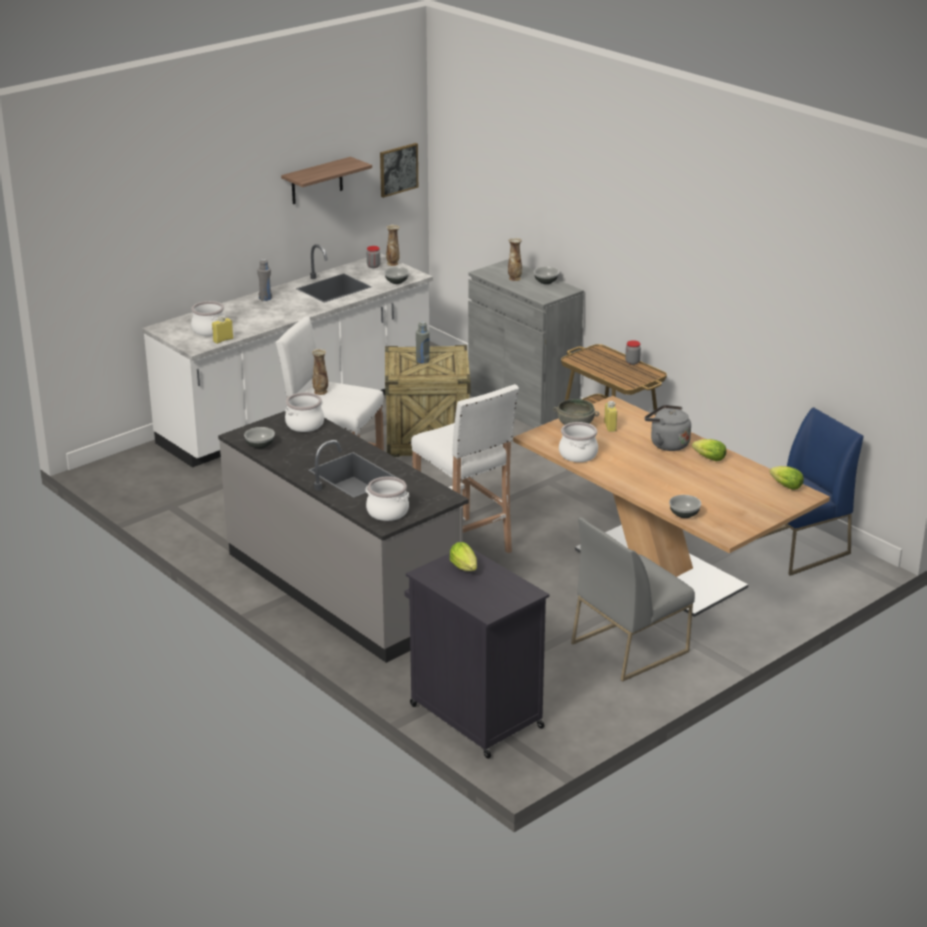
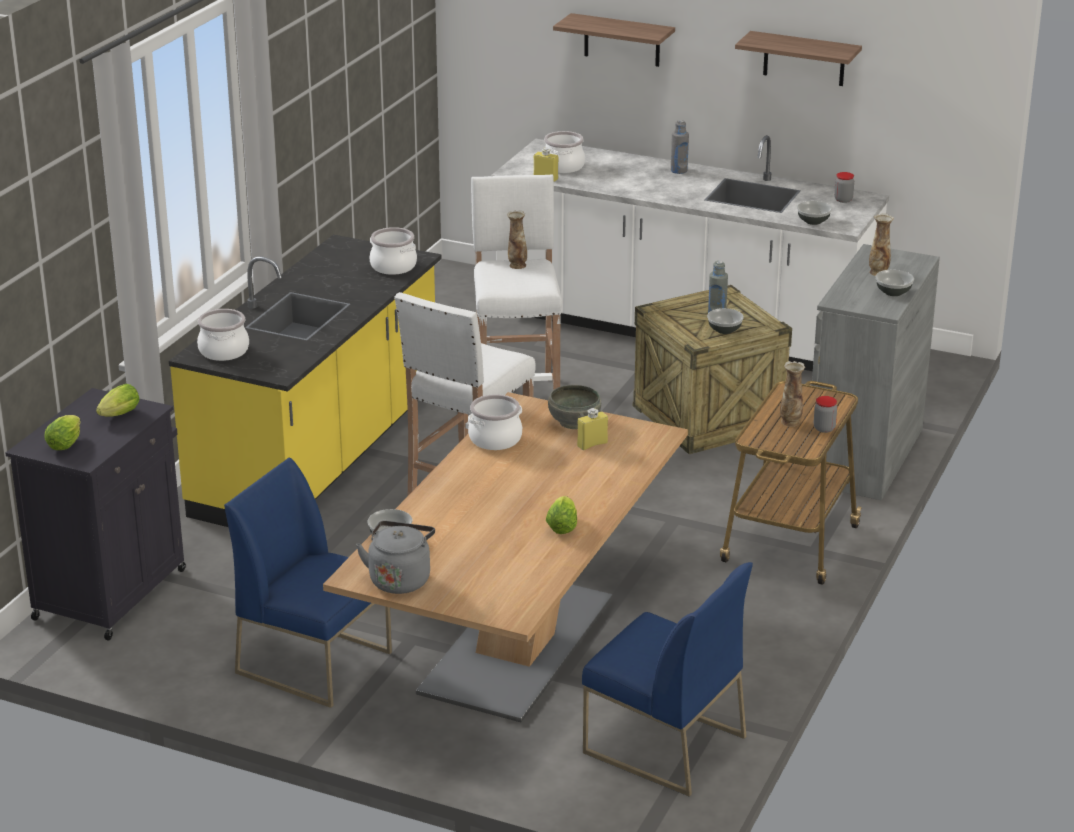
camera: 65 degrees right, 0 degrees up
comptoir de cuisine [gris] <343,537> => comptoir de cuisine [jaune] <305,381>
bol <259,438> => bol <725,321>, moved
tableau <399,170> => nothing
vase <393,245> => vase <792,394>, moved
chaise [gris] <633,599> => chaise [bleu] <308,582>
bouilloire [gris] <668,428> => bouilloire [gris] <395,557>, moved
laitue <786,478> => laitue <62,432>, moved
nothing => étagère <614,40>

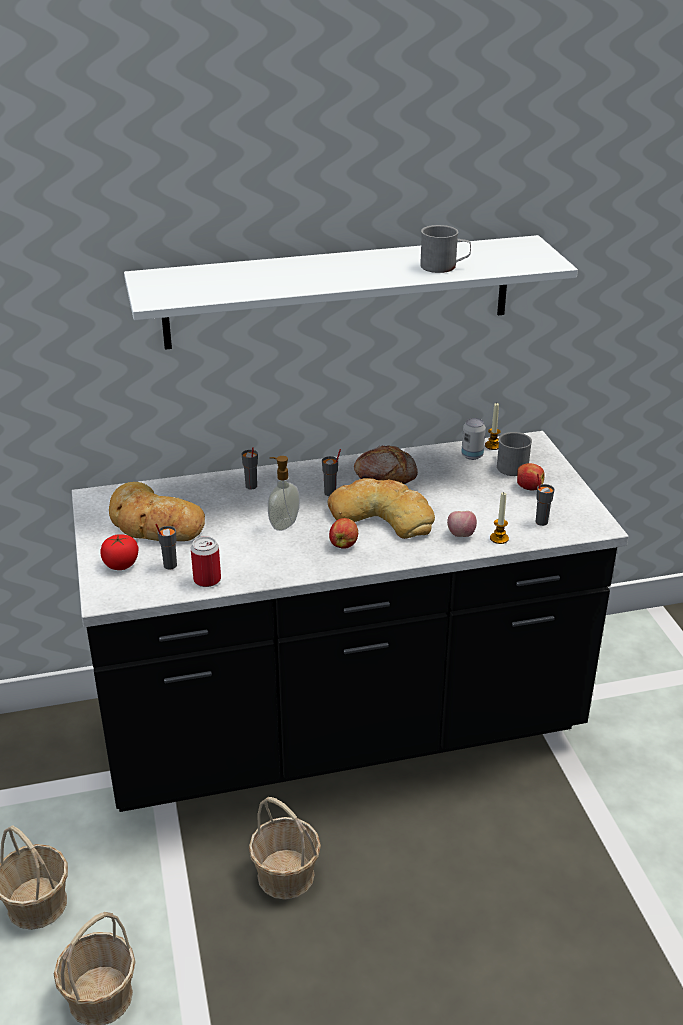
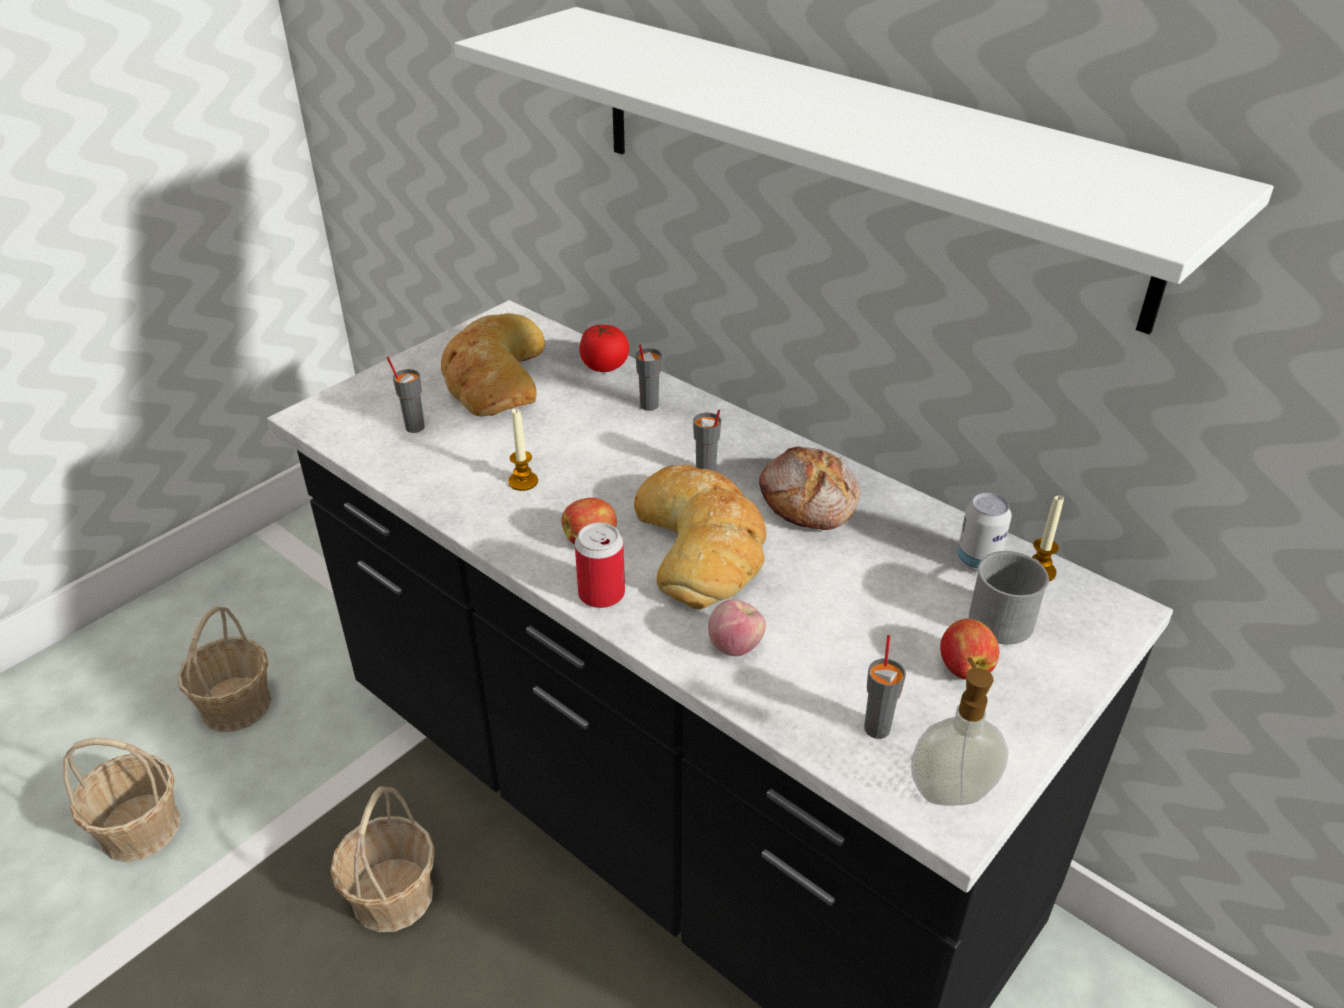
camera: 55 degrees right, 5 degrees up
tomate <119,552> => tomate <604,348>, moved
boîte métallique <206,561> => boîte métallique <600,565>, moved
distributeur de savon <284,493> => distributeur de savon <959,731>, moved
mug [gris] <445,249> => nothing
bougie <499,518> => bougie <523,450>, moved

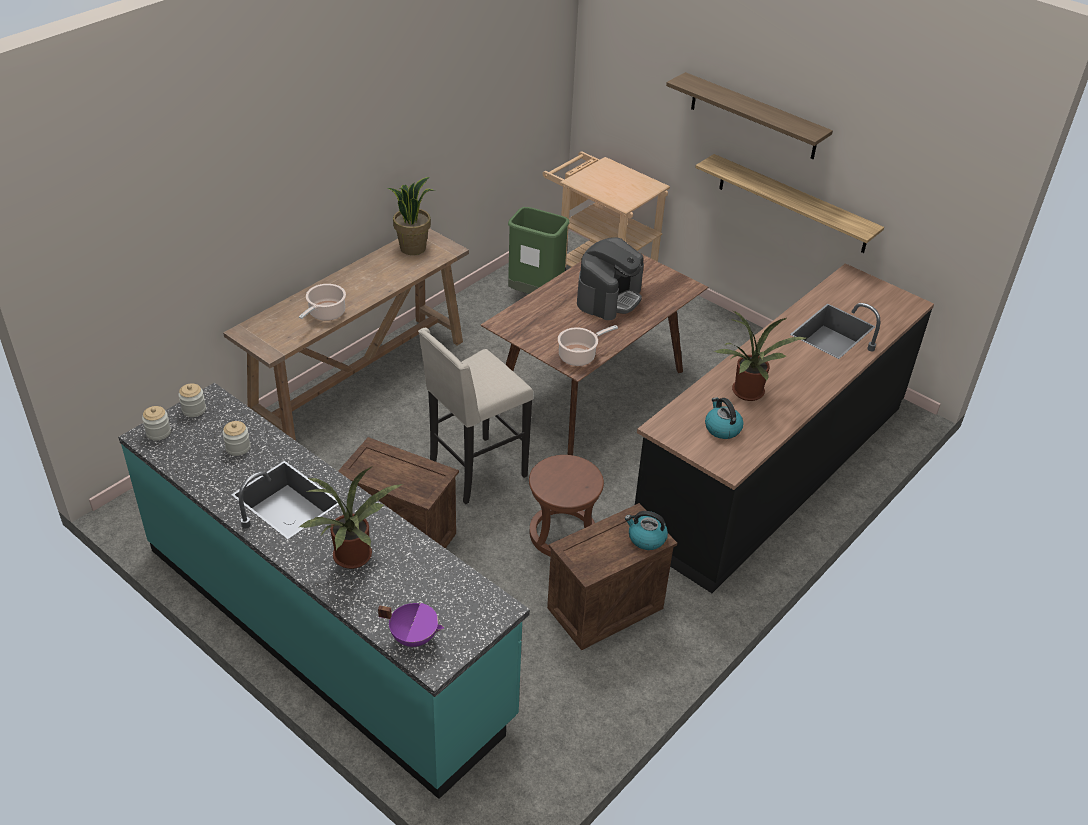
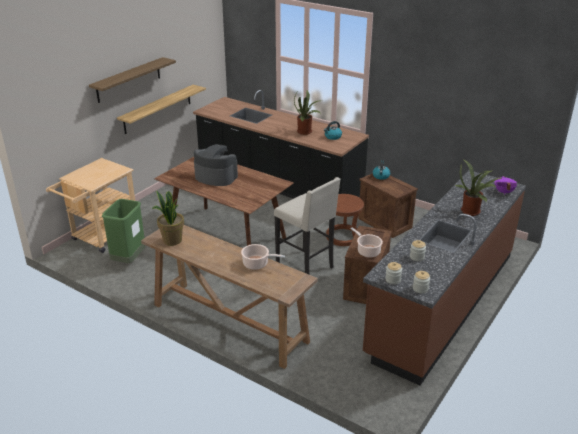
camera: 95 degrees left, 10 degrees down
comptoir de cuisine [turquoise] <324,590> => comptoir de cuisine [marron] <444,277>
marmite <588,345> => marmite <367,242>, moved

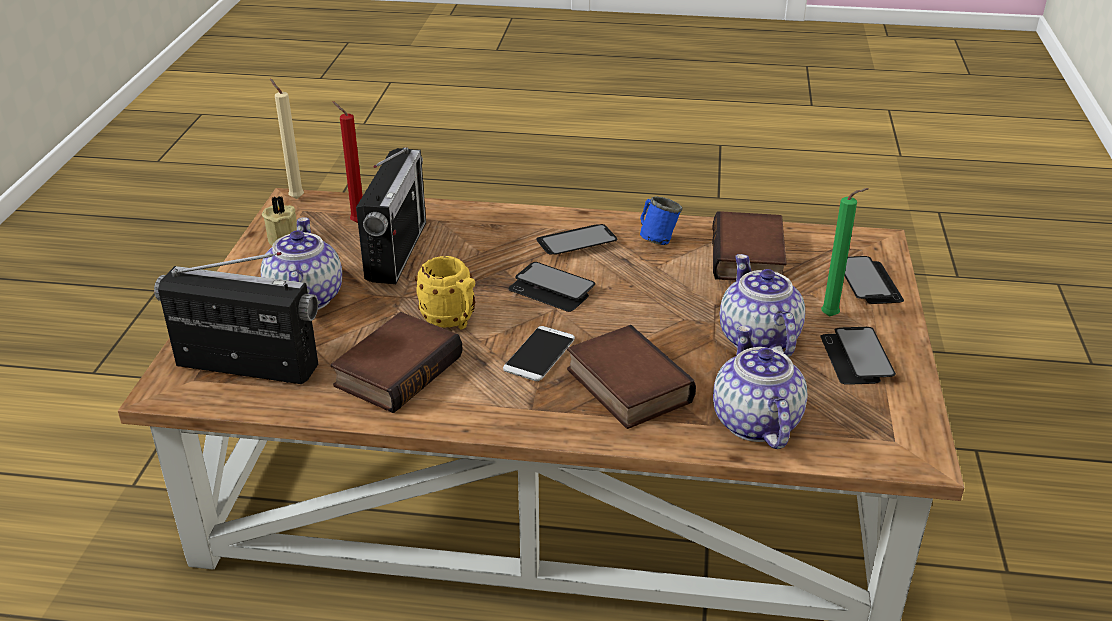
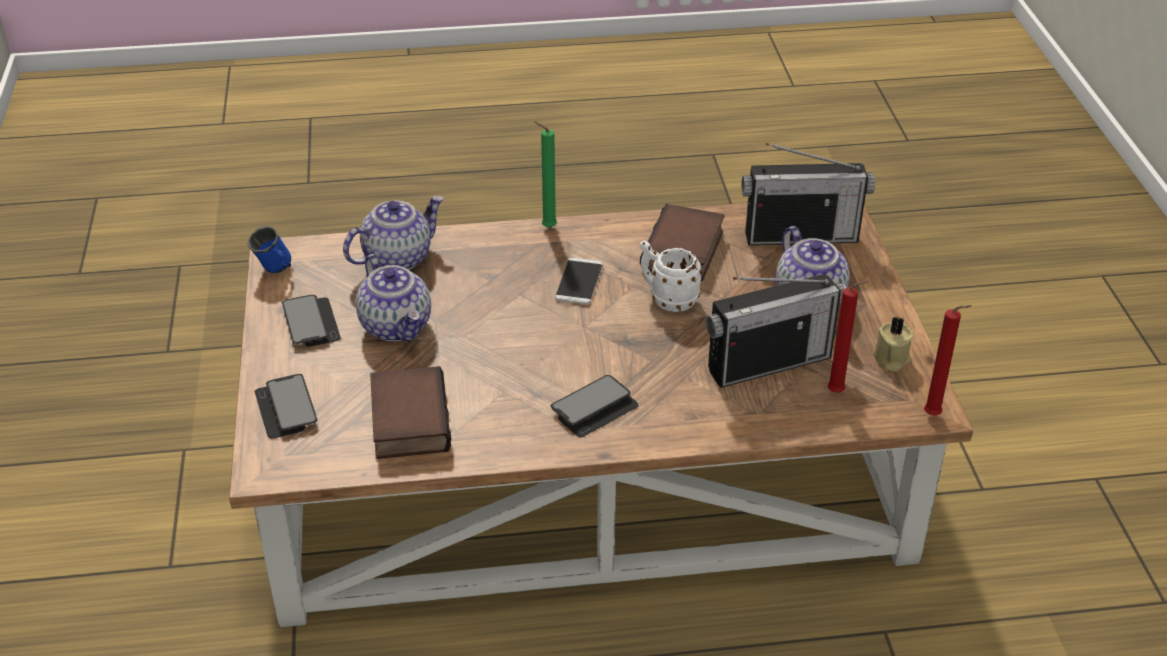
camera: 165 degrees right, 5 degrees up
bougie [beige] <287,139> => bougie [rouge] <948,360>
radio <391,215> => radio <775,331>, 105 degrees counterclockwise
mug [jaune] <445,292> => mug [blanc] <671,276>
téléphone <551,287> => nothing
livre <631,377> => nothing
mug [bleu] <661,220> => mug [bleu] <269,249>, moved
théière <760,387> => théière <393,233>, 105 degrees counterclockwise
bougie [vert] <845,252> => bougie [vert] <545,174>, moved

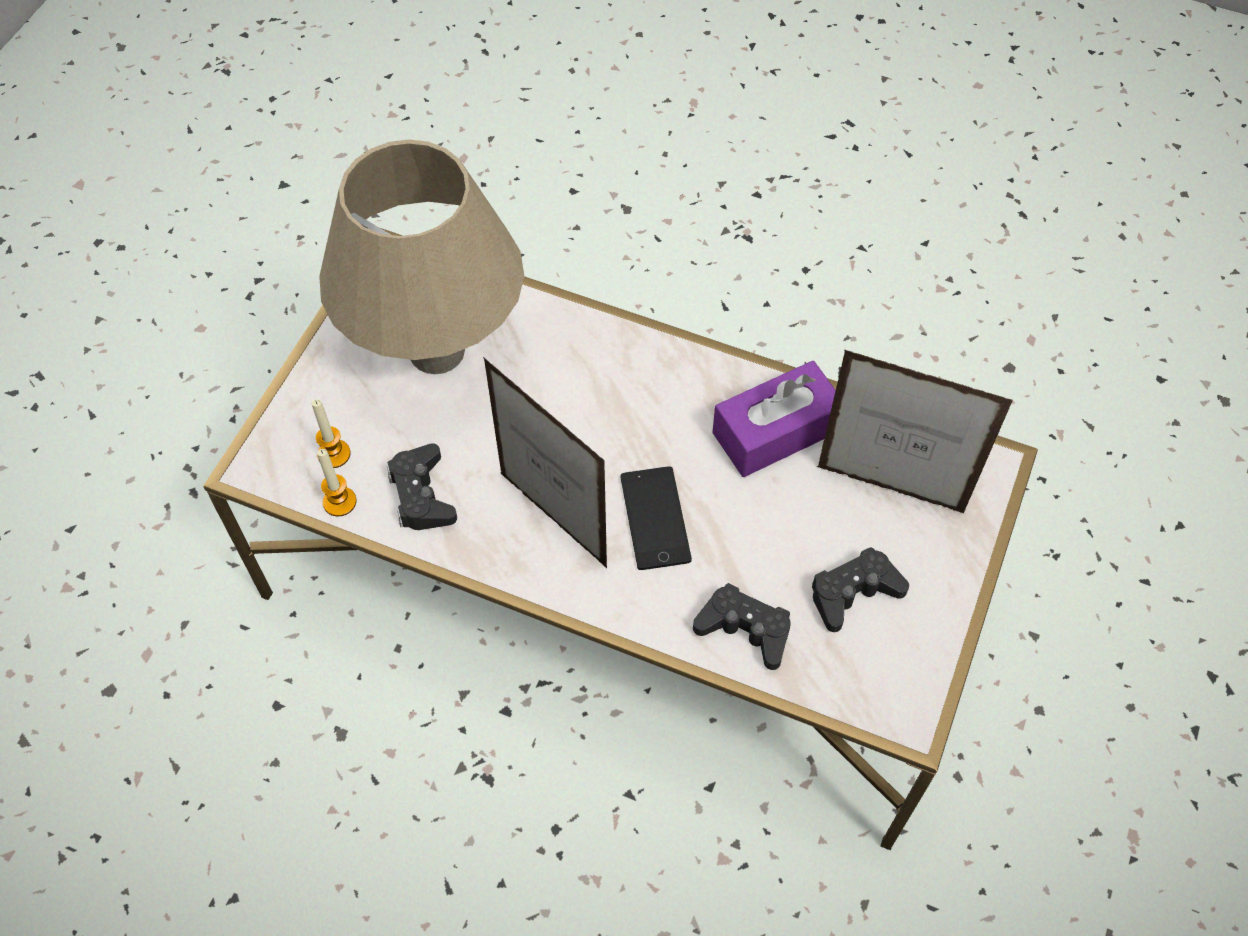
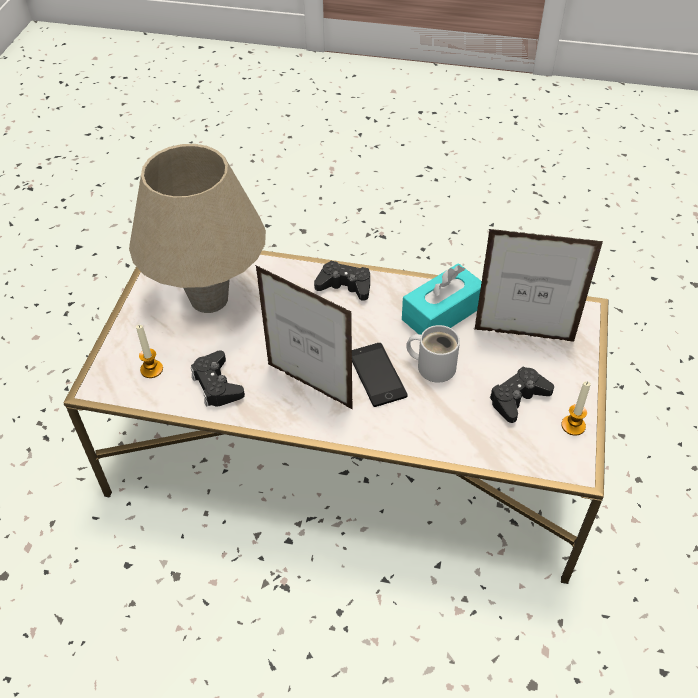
camera: 10 degrees left, 10 degrees down
bougie <336,483> => bougie <576,408>, moved
manette [noir] <742,626> => manette [noir] <342,281>, moved
boîte à mouchoirs [violet] <774,419> => boîte à mouchoirs [turquoise] <442,299>
nothing => mug [blanc] <433,354>

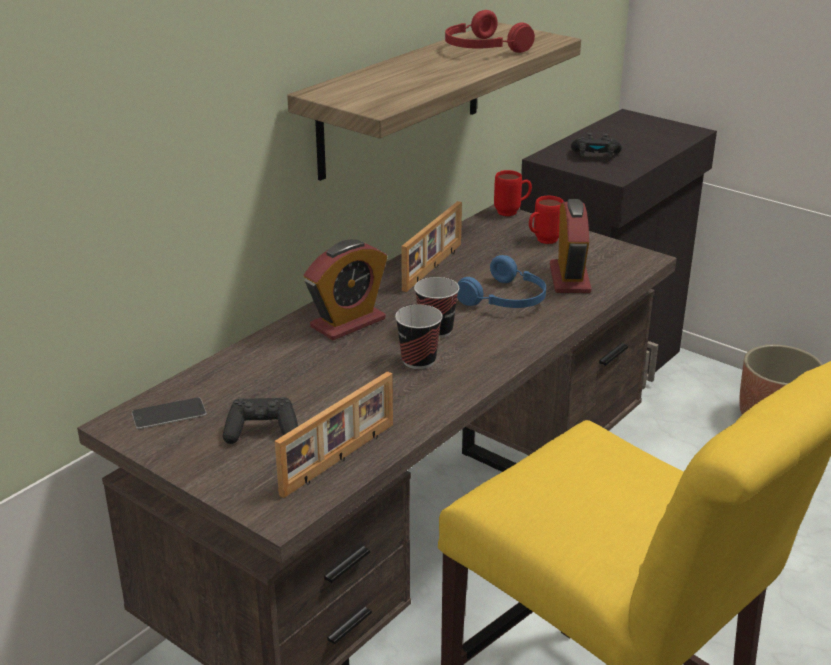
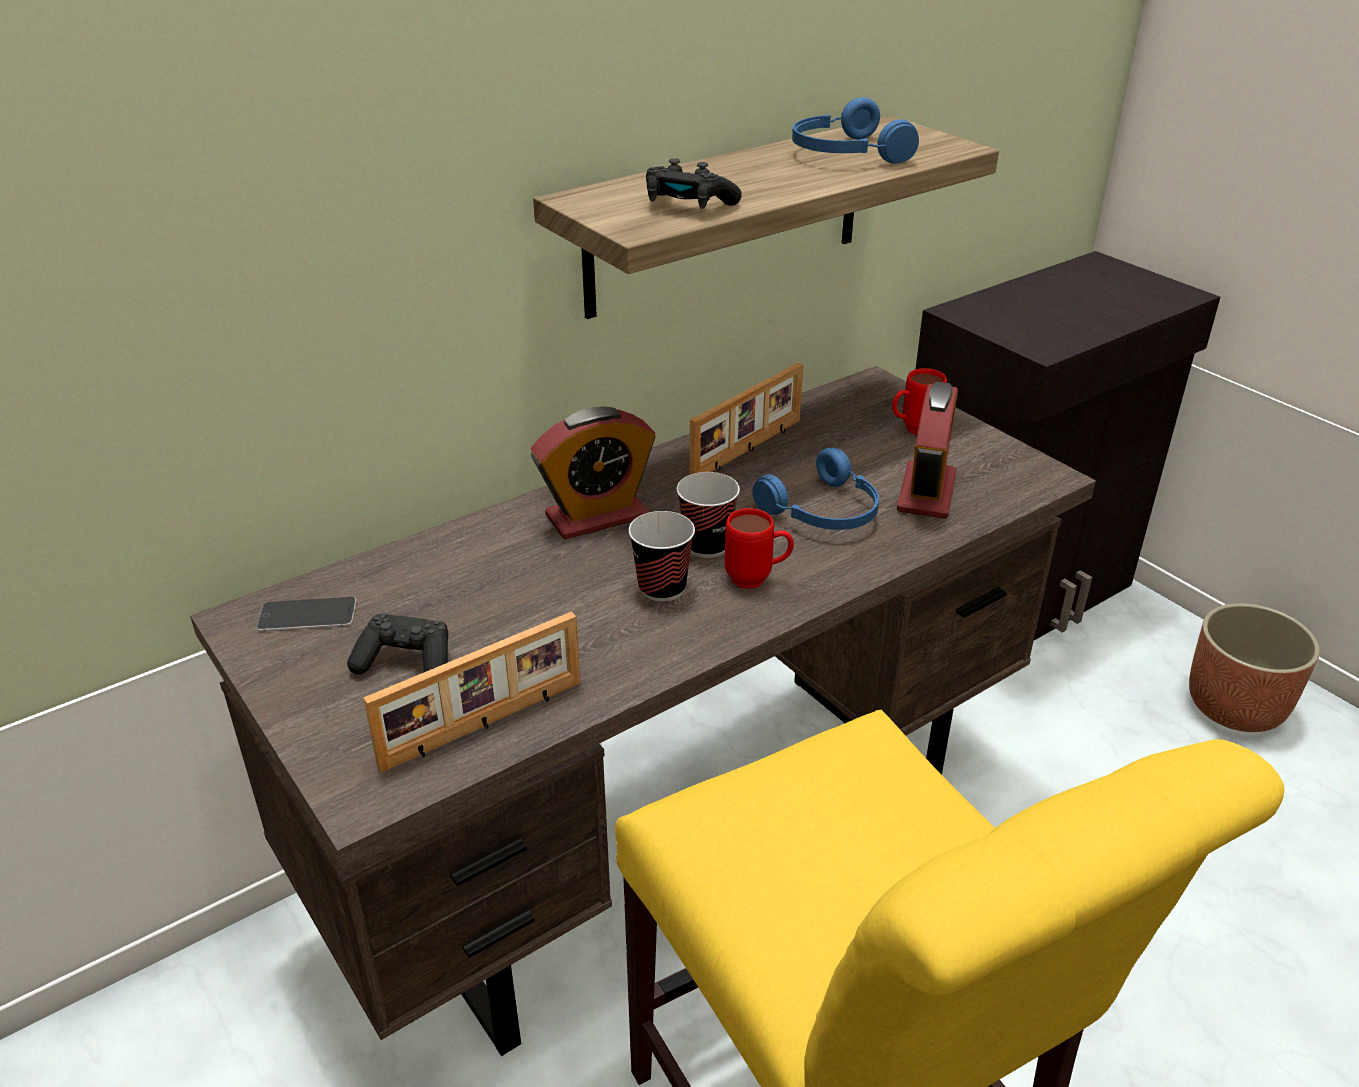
camera: 15 degrees right, 5 degrees up
casque audio [rouge] <490,31> => casque audio [bleu] <855,130>
mug [rouge] <513,193> => mug [rouge] <759,548>, moved
manette [noir] <596,145> => manette [noir] <694,183>, moved

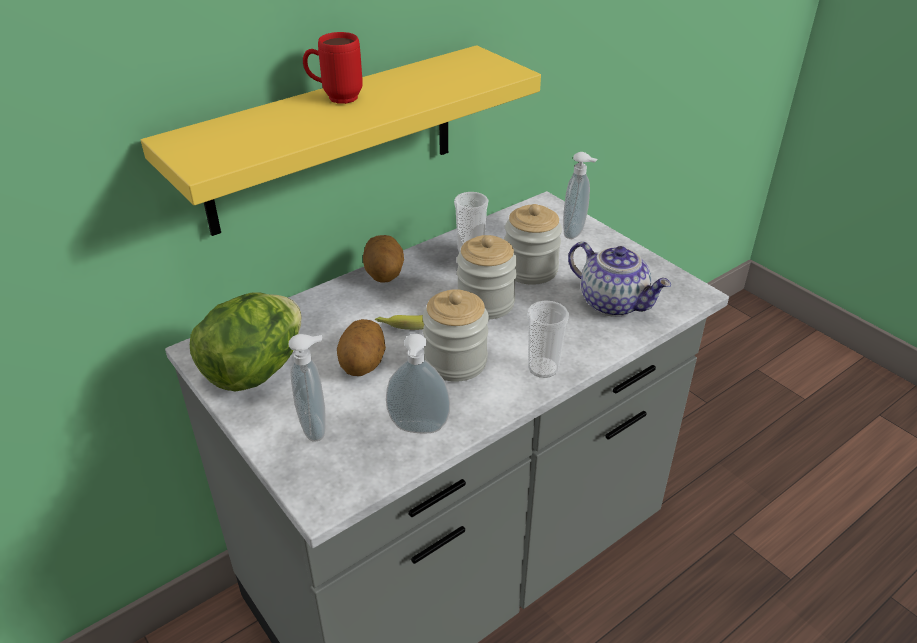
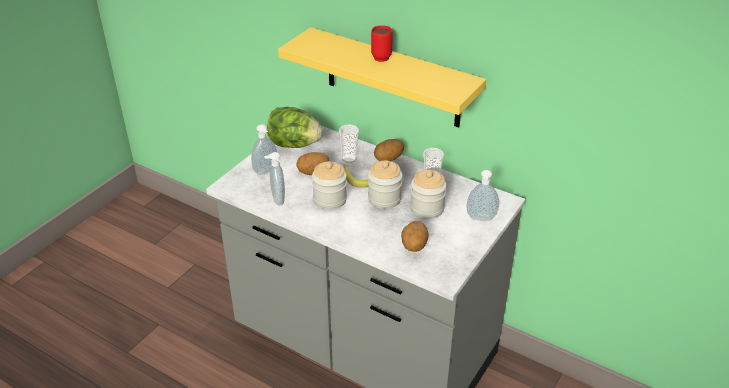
camera: 70 degrees right, 0 degrees up
tasse <548,339> => tasse <349,143>, moved
théière <619,279> => pomme de terre <415,236>

